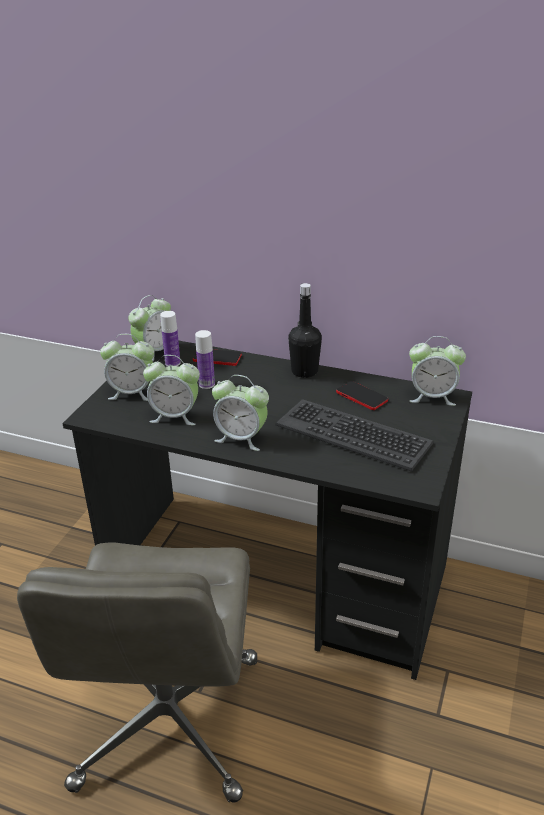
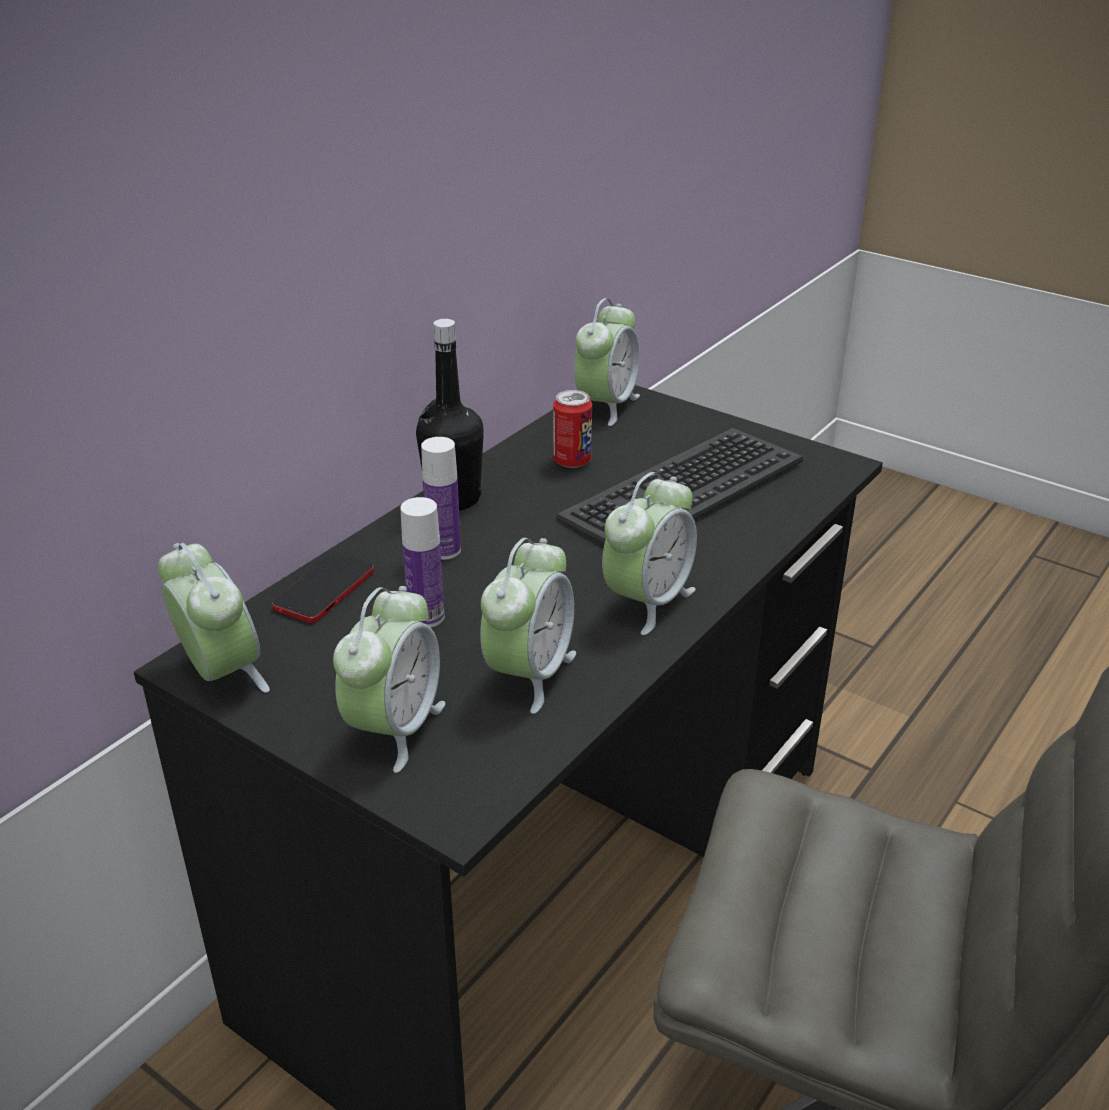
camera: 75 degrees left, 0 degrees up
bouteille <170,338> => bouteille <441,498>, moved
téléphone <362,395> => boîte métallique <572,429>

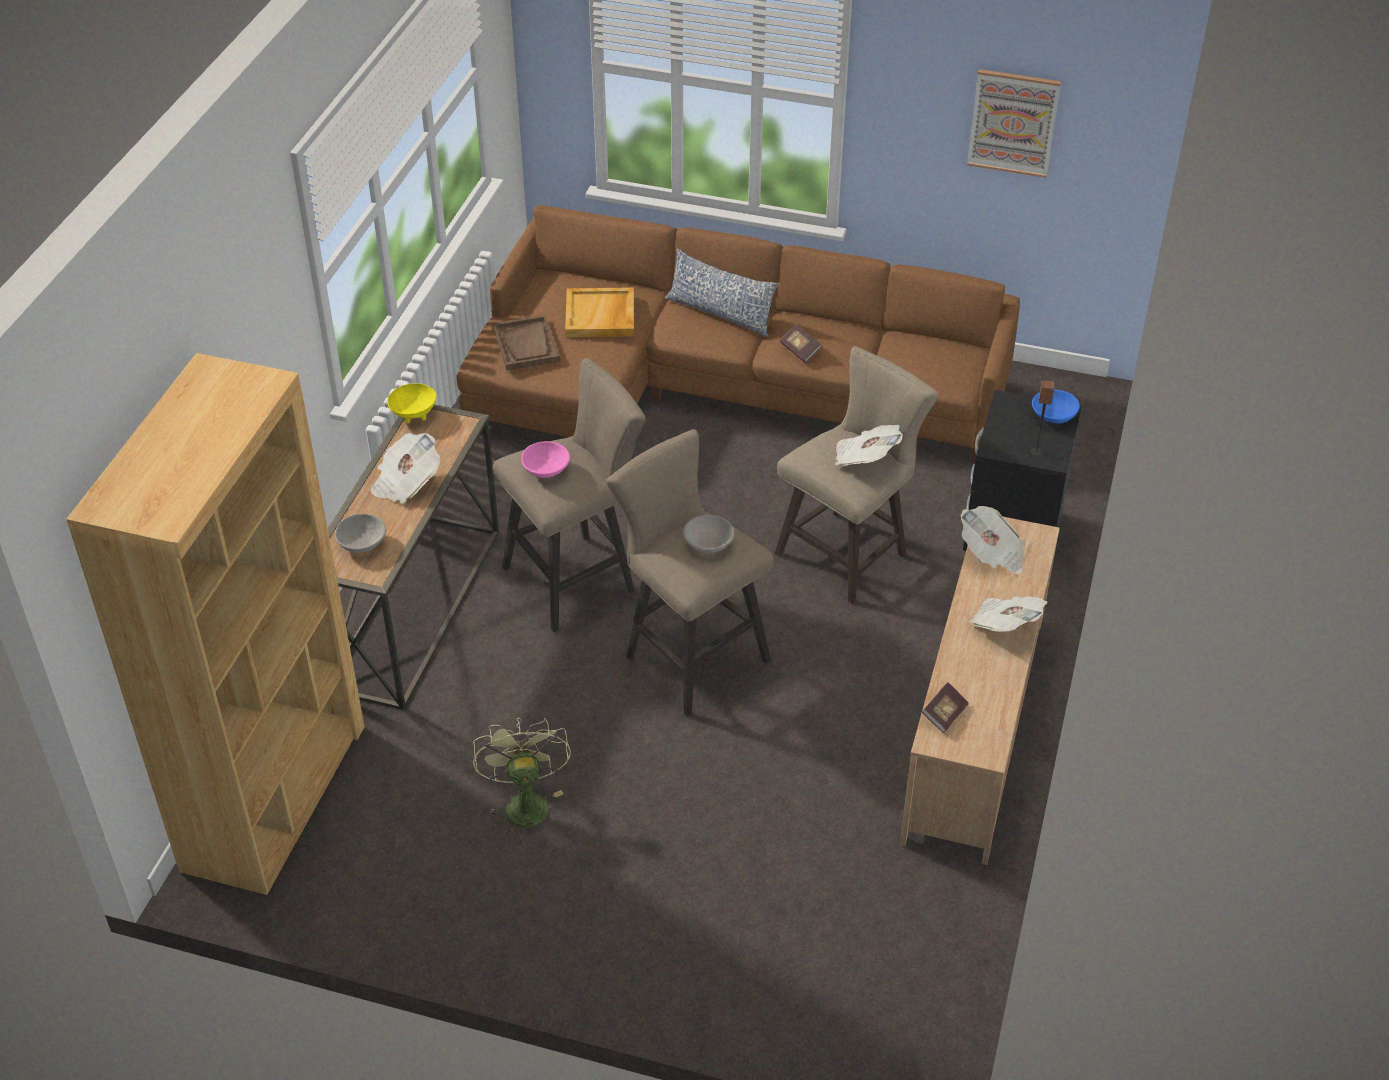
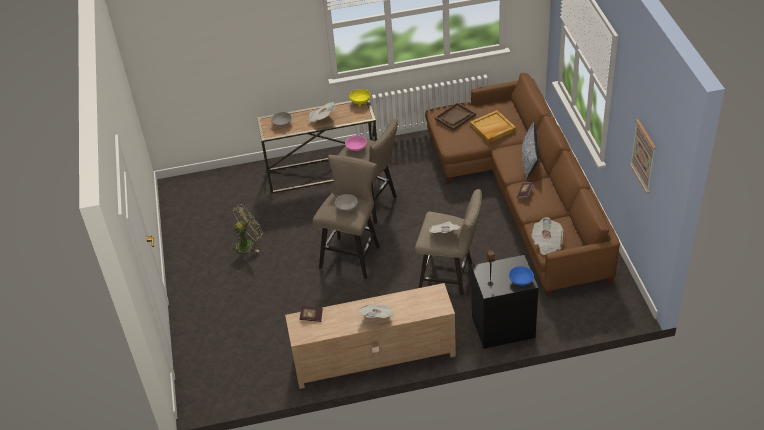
camera: 65 degrees right, 0 degrees up
bibliothèque [marron] <215,624> => nothing
journal <993,540> => journal <547,236>, moved

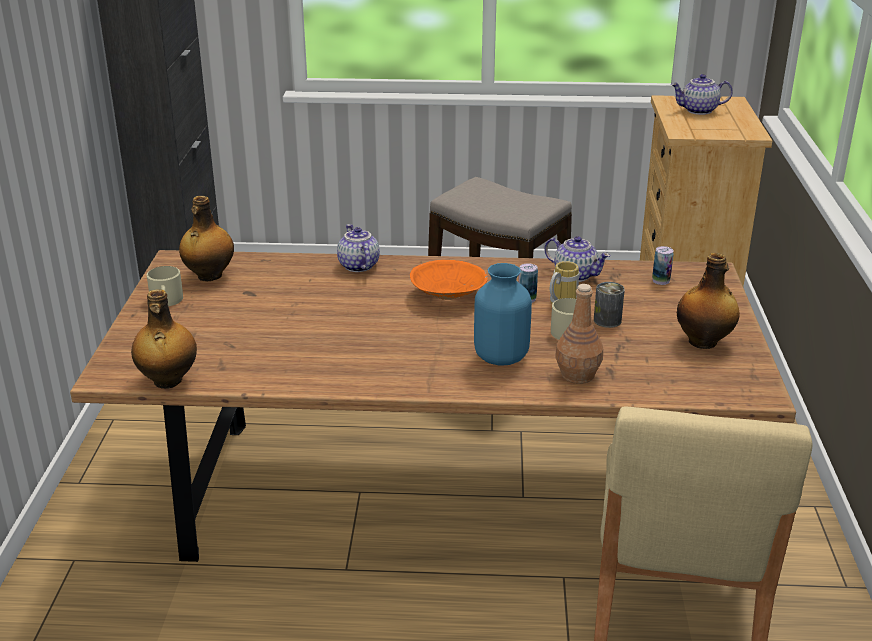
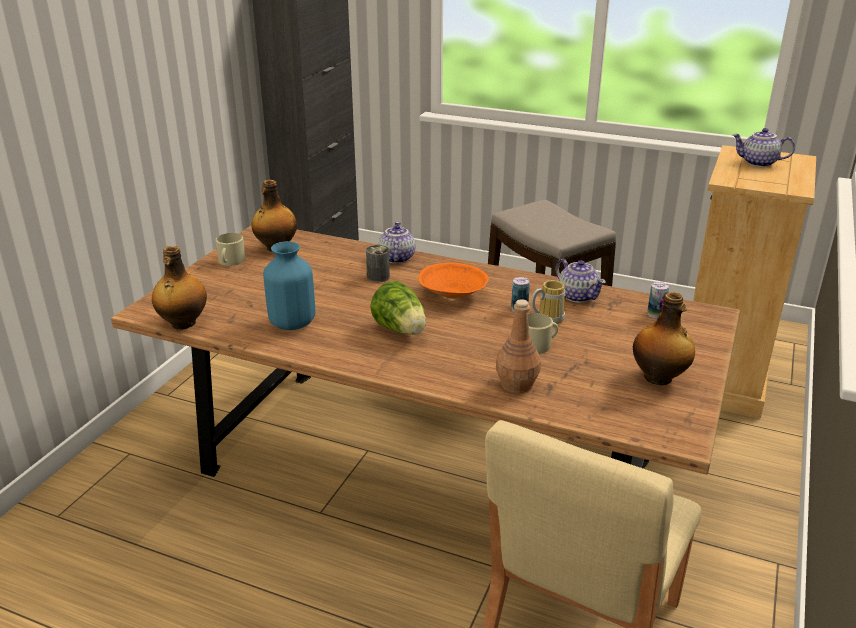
camera: 20 degrees right, 0 degrees up
vase [bleu] <503,314> => vase [bleu] <289,285>, moved
boîte métallique <609,305> => boîte métallique <378,264>, moved
nothing => laitue <398,308>

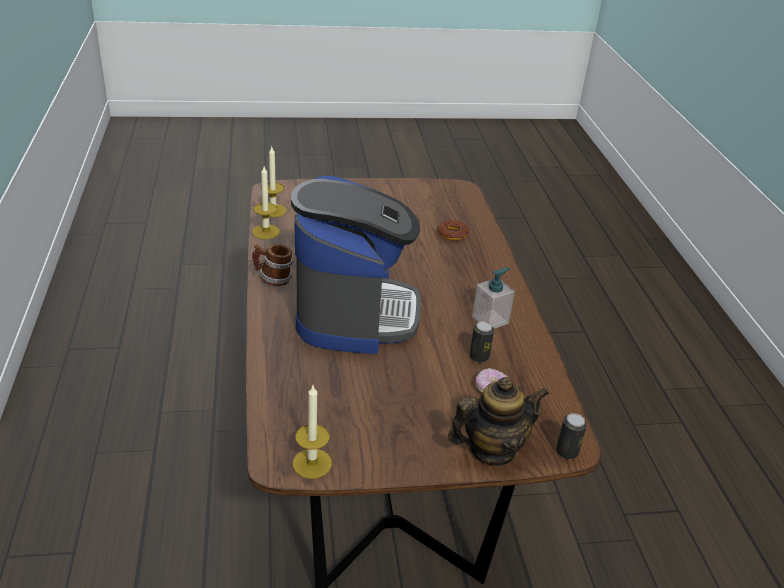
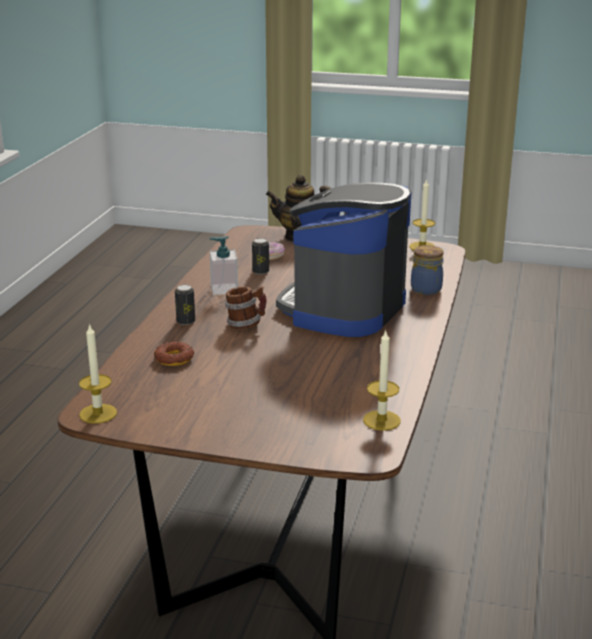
camera: 155 degrees left, 10 degrees down
bougie <266,202> => bougie <98,373>, moved
mug <273,265> => mug <246,308>, moved
boîte métallique <571,436> => boîte métallique <185,304>, moved
nothing => bocal <427,270>

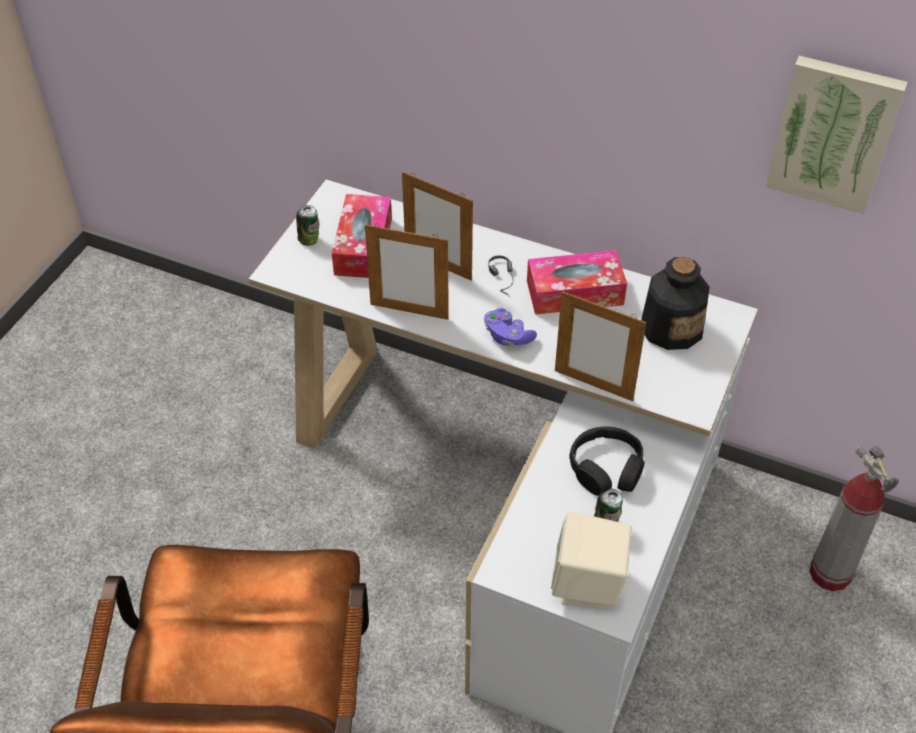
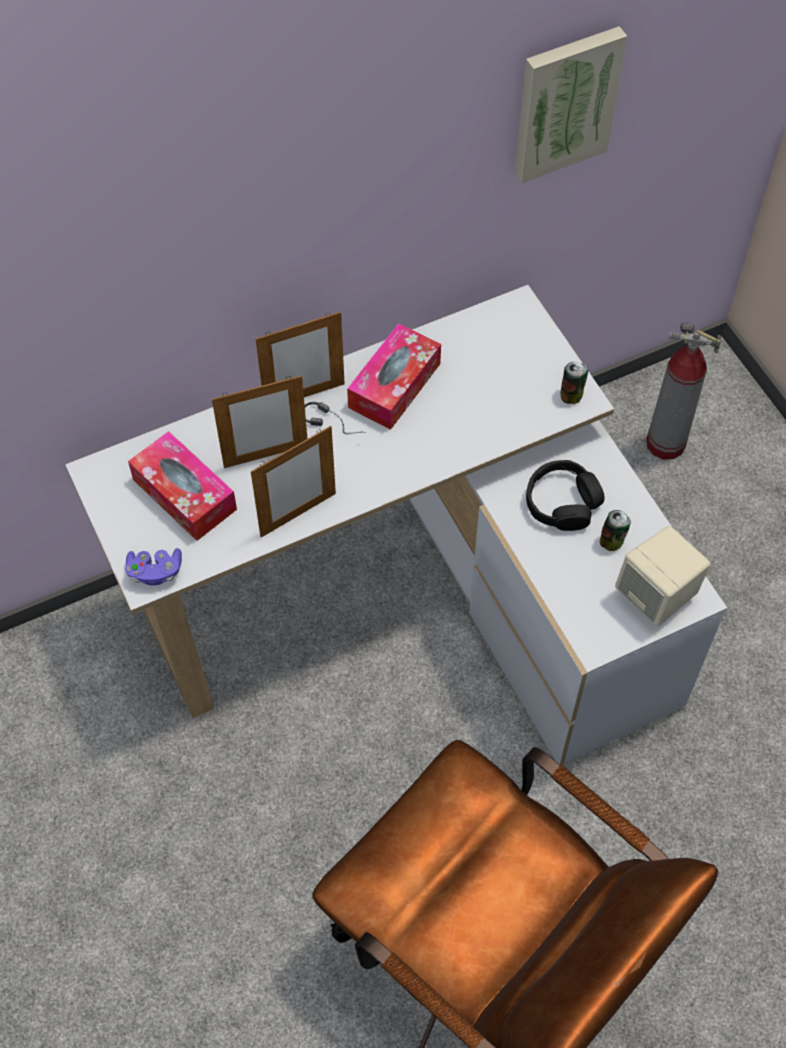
camera: 50 degrees left, 10 degrees up
boîte métallique <307,225> => boîte métallique <574,383>, moved
manette [violet] <510,327> => manette [violet] <153,567>, moved
cadre photo <600,346> => cadre photo <300,354>, moved
bouteille <675,303> => nothing

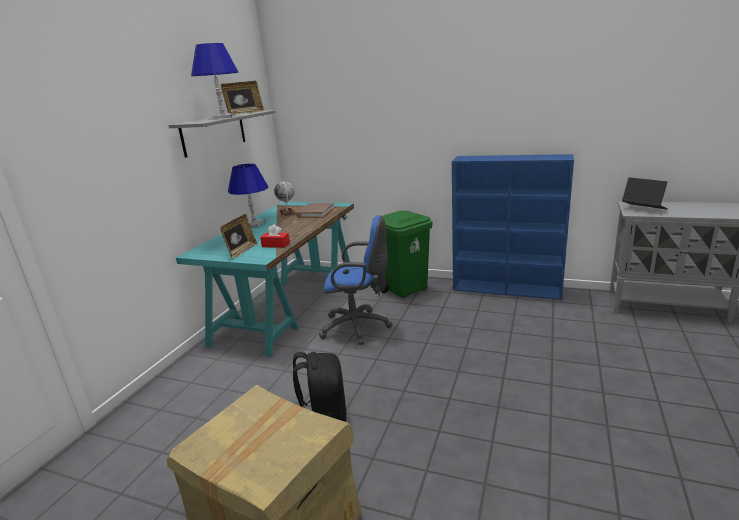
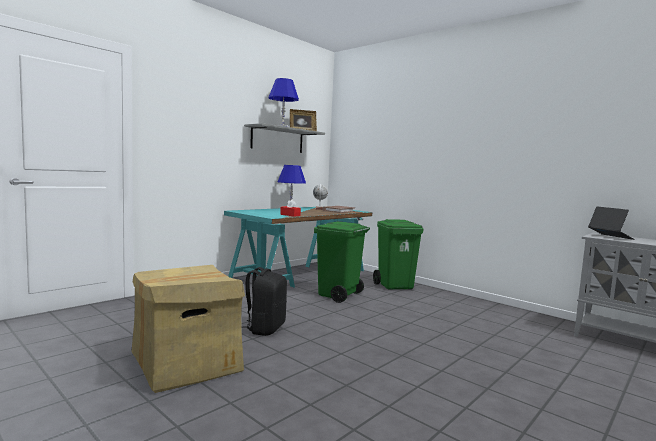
camera: 20 degrees right, 15 degrees down
cadre photo <239,236> => nothing
chaise de bureau [bleu] <355,280> => poubelle [vert] <342,262>
bibliothèque [bleu] <513,227> => nothing

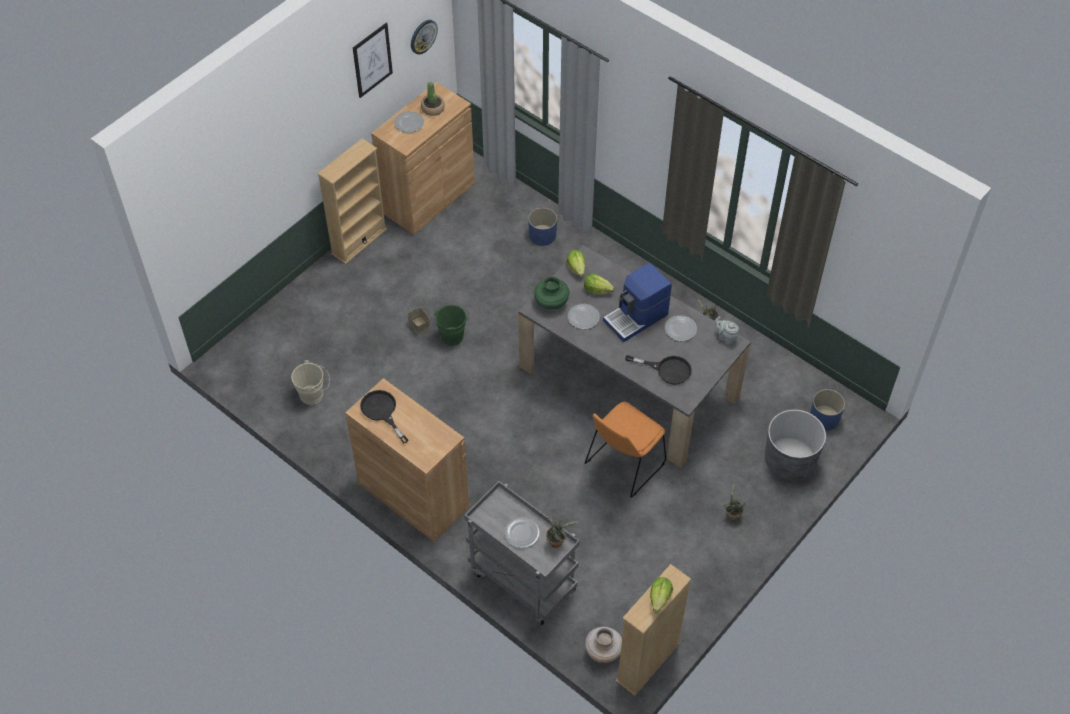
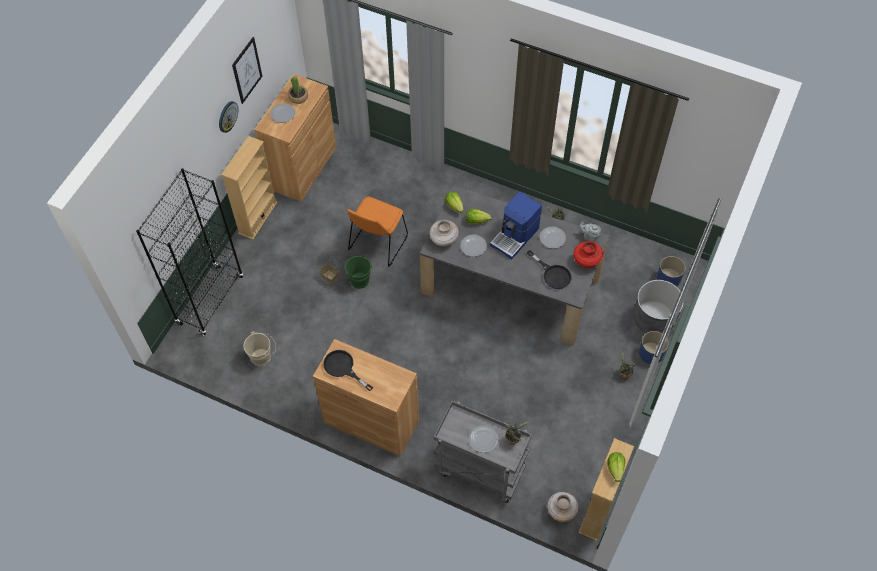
camera: 15 degrees left, 5 degrees up
horloge murale <424,37> => horloge murale <228,117>, moved
cache-pot [bleu] <542,227> => cache-pot [bleu] <654,347>, moved
vase [vert] <552,293> => vase [beige] <444,233>
chaise [orange] <625,450> => chaise [orange] <377,232>, moved
poêle [noir] <658,370> => poêle [noir] <549,269>, 45 degrees clockwise
nothing => bibliothèque [noir] <189,251>
nothing => vase [rouge] <588,254>

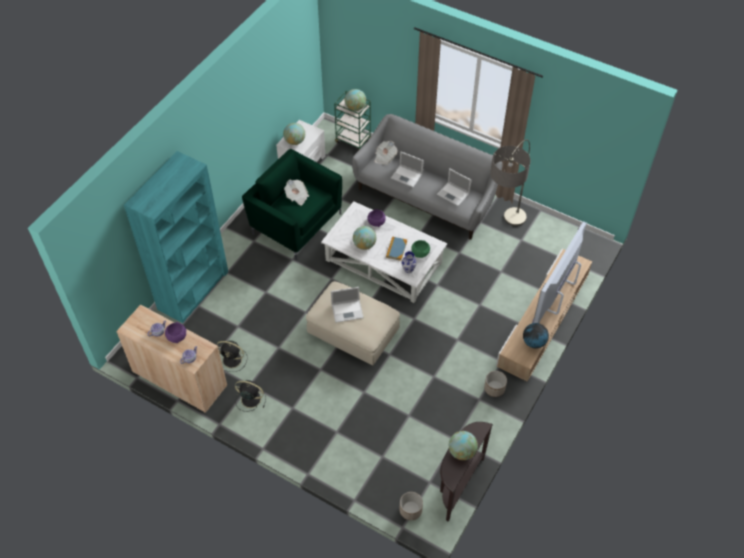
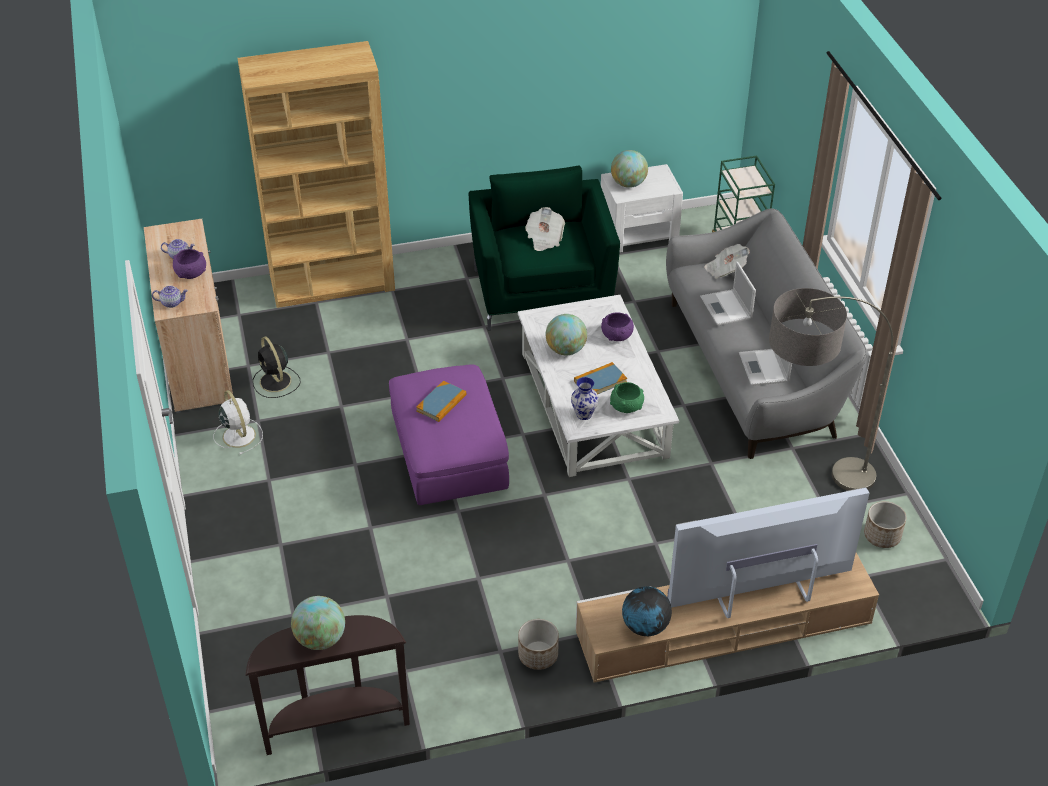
camera: 45 degrees right, 10 degrees down
bibliothèque [turquoise] <176,237> => bibliothèque [marron] <316,174>
ventilateur [noir] <250,396> => ventilateur [blanc] <238,422>
pouf [beige] <353,323> => pouf [violet] <449,434>
ordinateur portable <347,305> => livre <441,401>
globe <355,100> => nothing
cache-pot <411,506> => cache-pot <885,524>, moved

